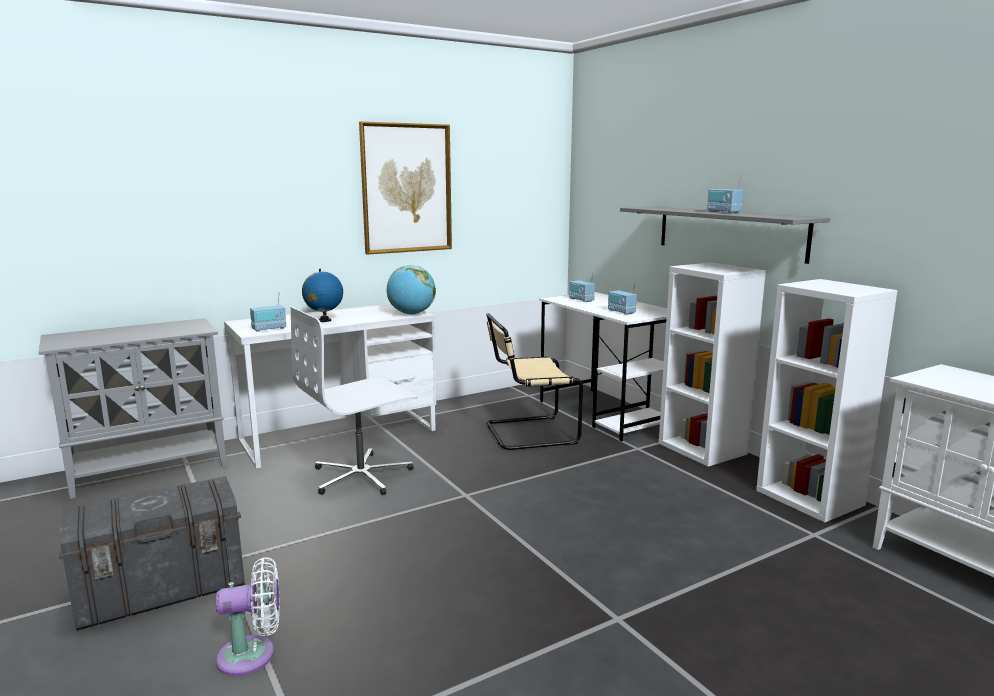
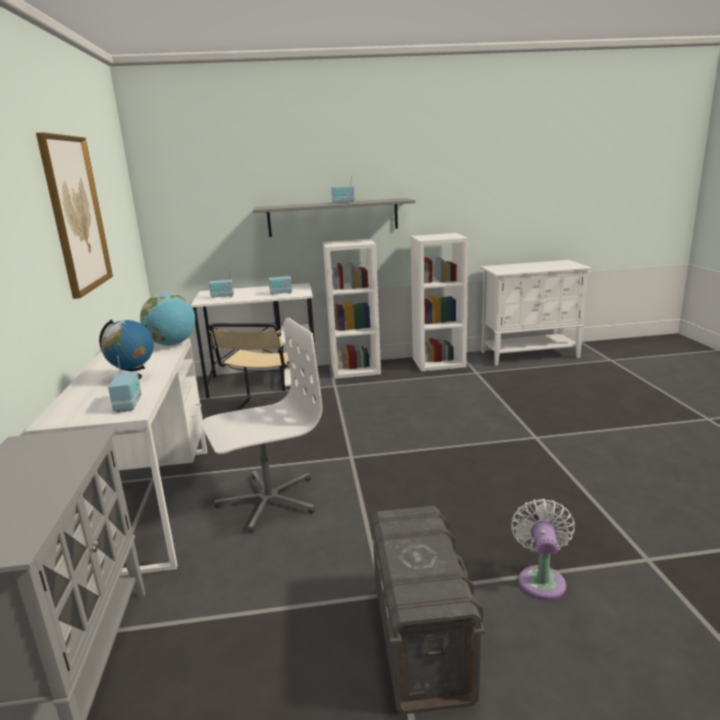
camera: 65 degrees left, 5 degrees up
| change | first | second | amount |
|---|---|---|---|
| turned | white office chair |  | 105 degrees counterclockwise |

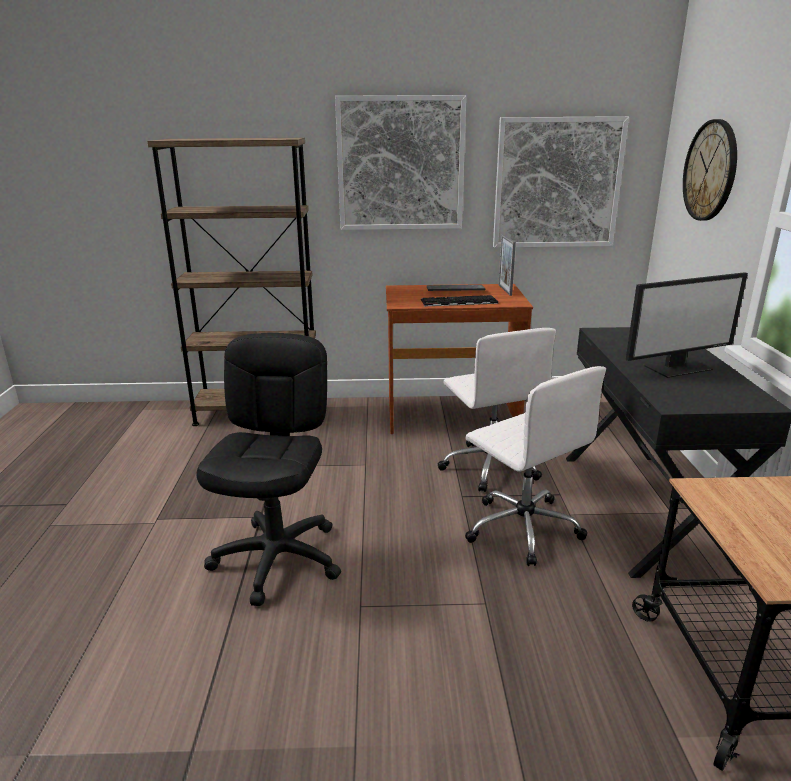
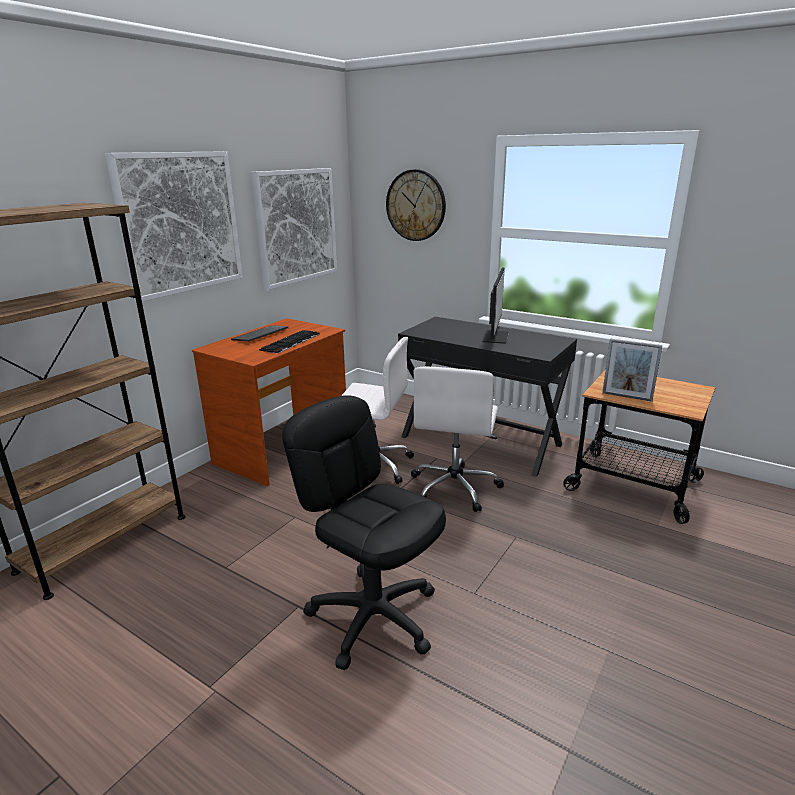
camera: 55 degrees left, 0 degrees up
| change | first | second | amount |
|---|---|---|---|
| turned | white office chair (2nd from left) |  | 105 degrees clockwise |
| moved | standing frame |  |  |

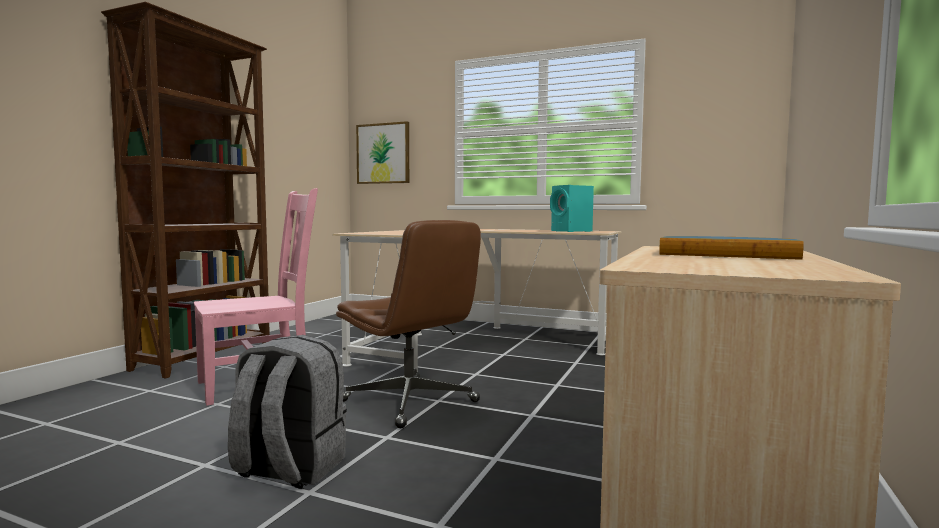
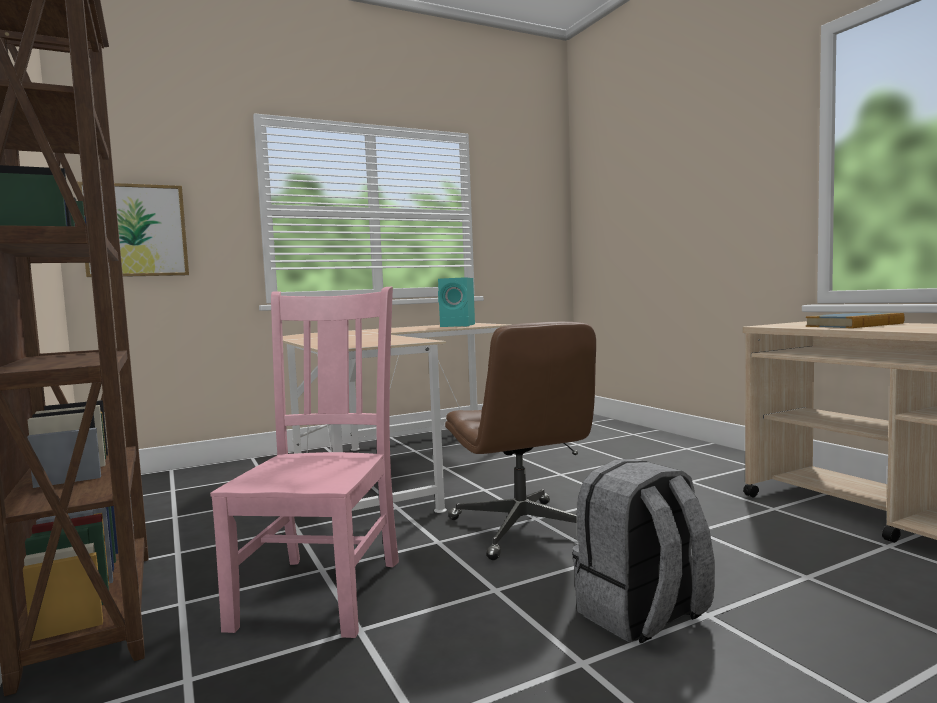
camera: 50 degrees left, 0 degrees up
| change | first | second | amount |
|---|---|---|---|
| turned | brownish office chair |  | 75 degrees clockwise |

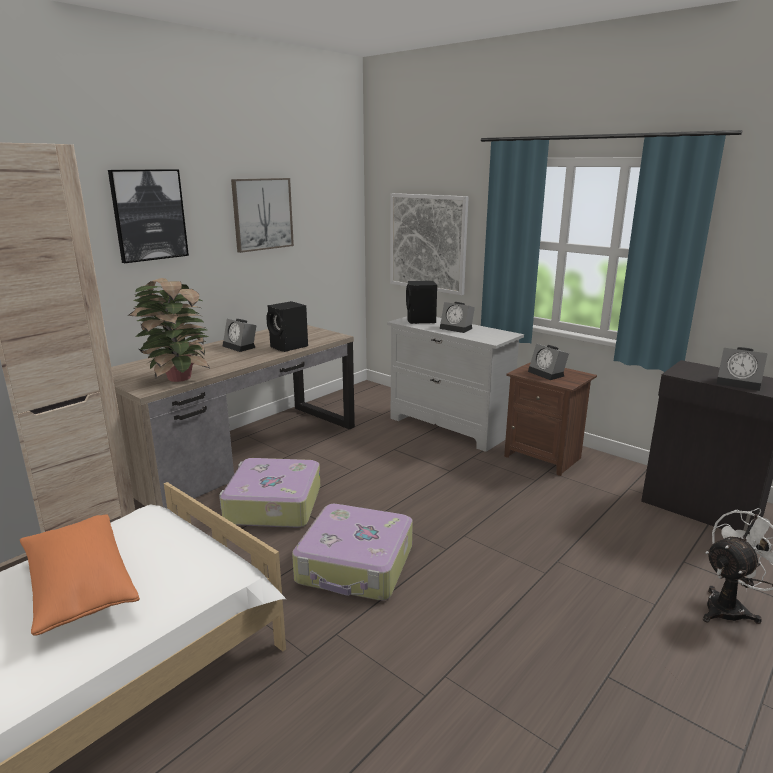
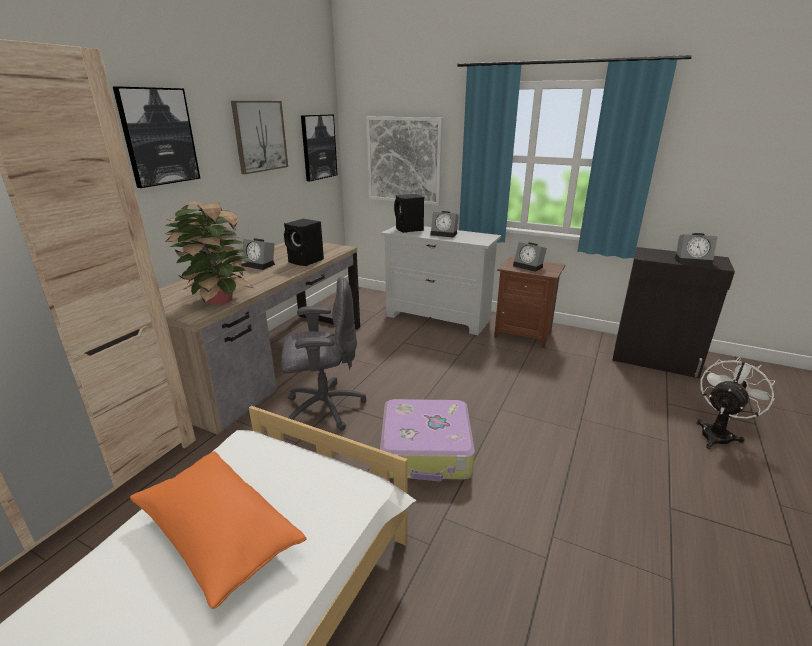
camera: 15 degrees left, 5 degrees up
| change | first | second | amount |
|---|---|---|---|
| replaced | travel case (1st from left) | greyish office chair |  |
| added |  | wall art (3rd from left) |  |

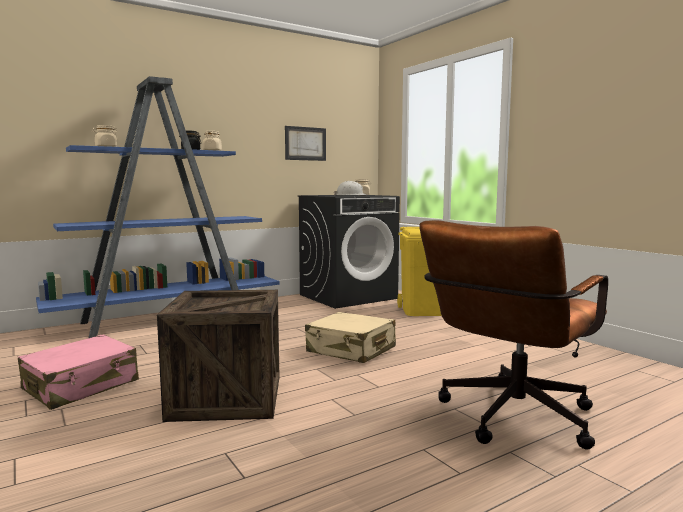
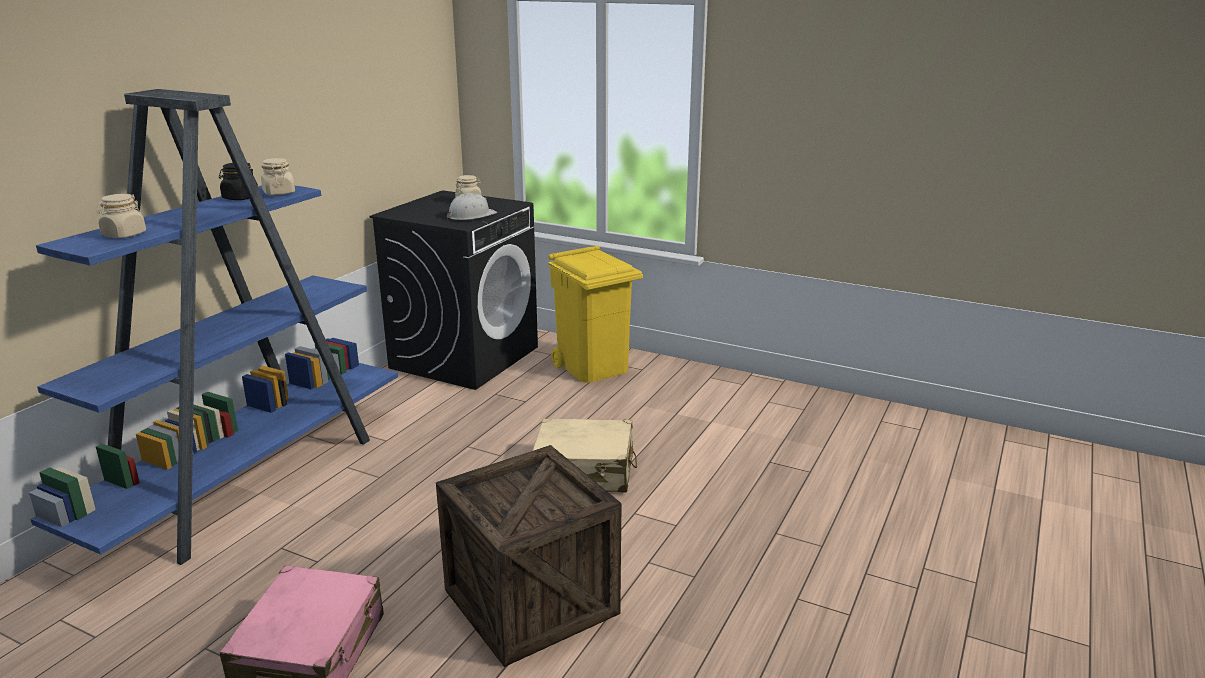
camera: 30 degrees left, 15 degrees up
| change | first | second | amount |
|---|---|---|---|
| removed | wall art |  |  |
| removed | brownish office chair |  |  |

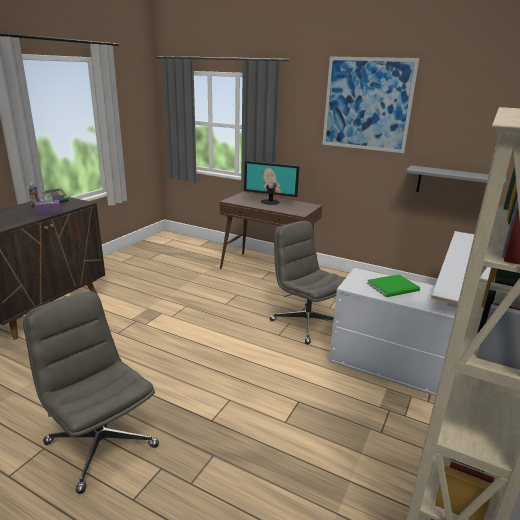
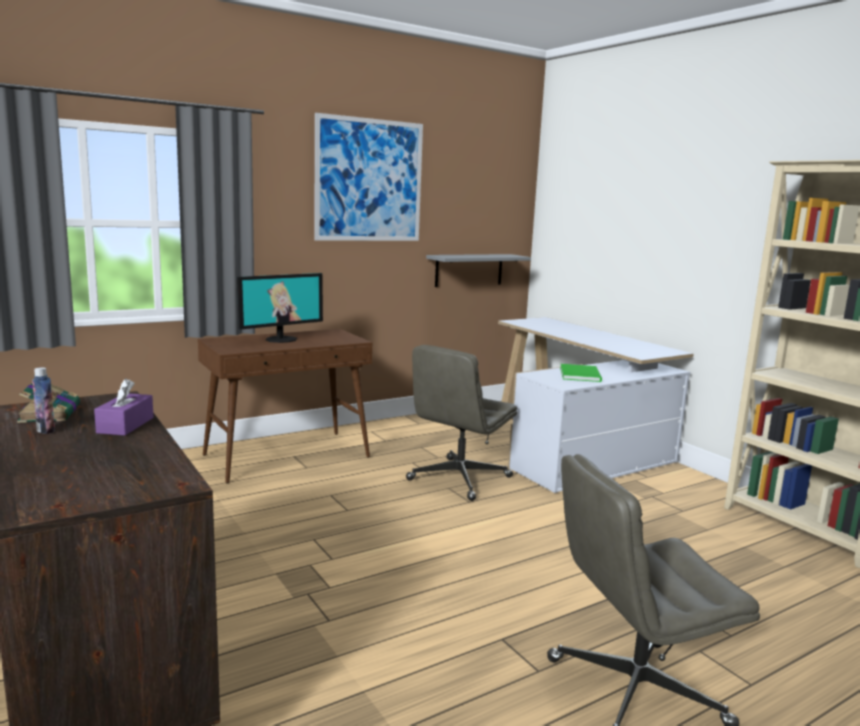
camera: 60 degrees left, 10 degrees down
| change | first | second | amount |
|---|---|---|---|
| turned | greyish office chair (2nd from left in the first image) | greyish office chair (1st from left) | 45 degrees counterclockwise |

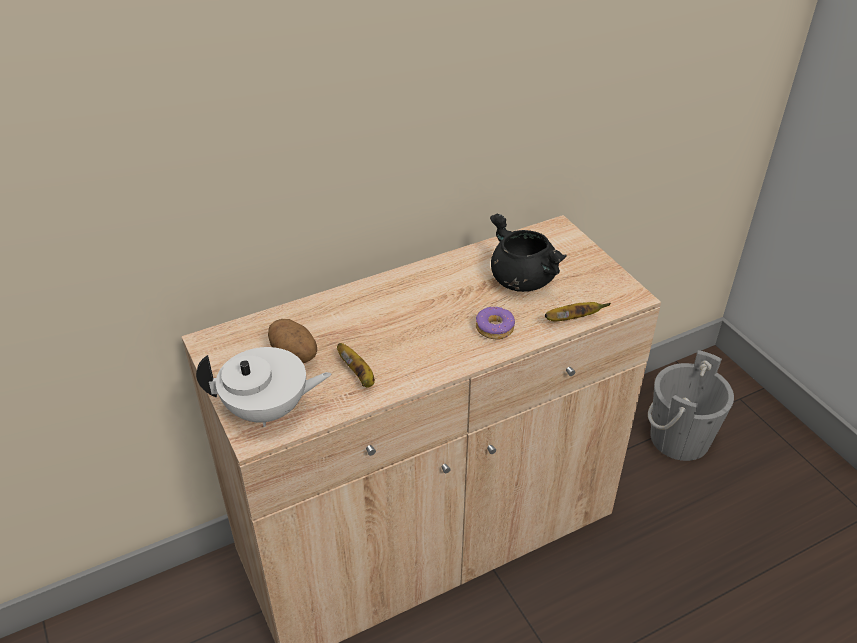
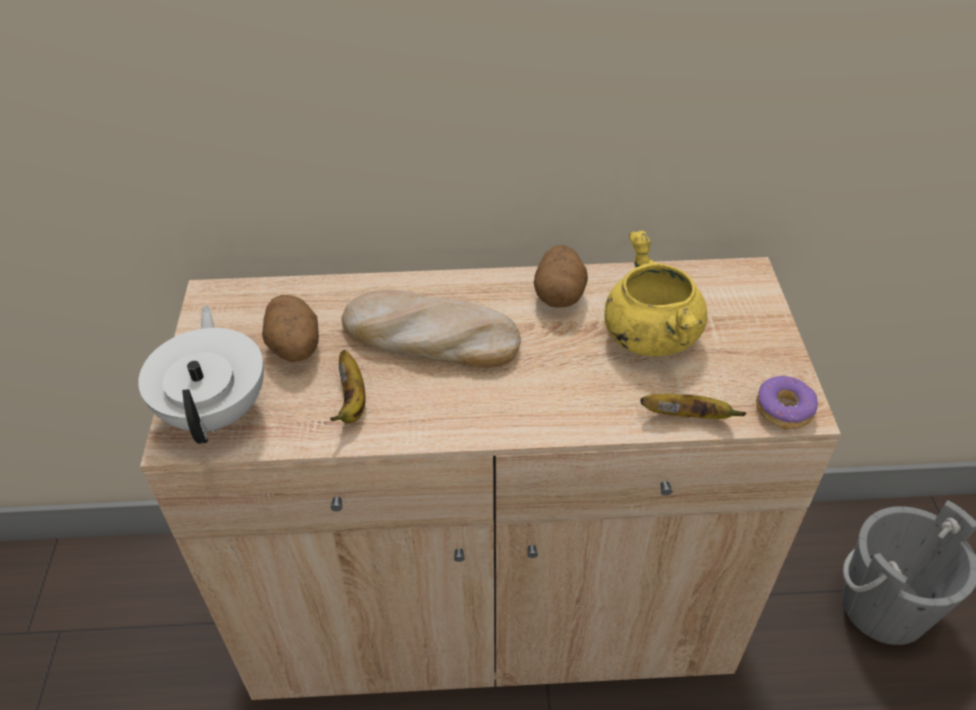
camera: 25 degrees right, 5 degrees up
| change | first | second | amount |
|---|---|---|---|
| turned | white pot for tea |  | 120 degrees counterclockwise |
| moved | donut |  |  |
| recoloured | black-coloured saucepot | yellowish saucepot |  |
| added |  | bakery bread |  |
| added |  | spud (2nd from left) |  |

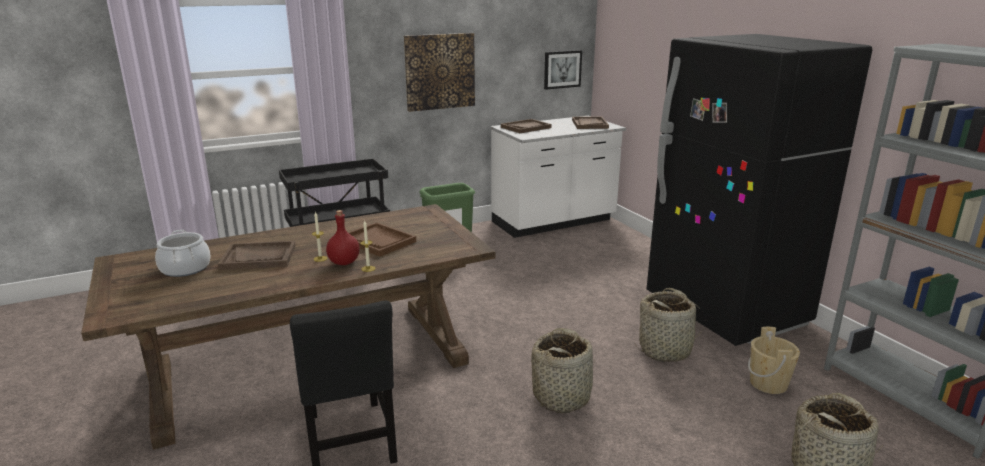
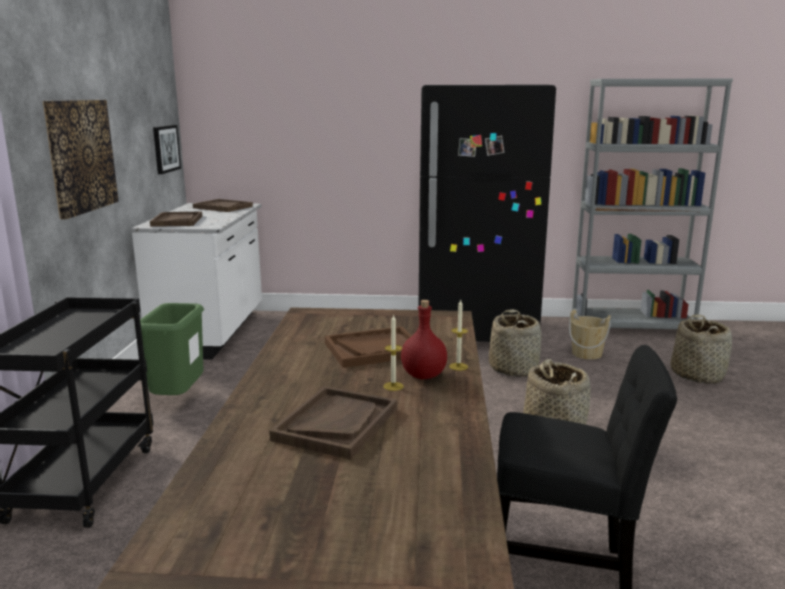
camera: 60 degrees left, 5 degrees down
| change | first | second | amount |
|---|---|---|---|
| removed | saucepot |  |  |

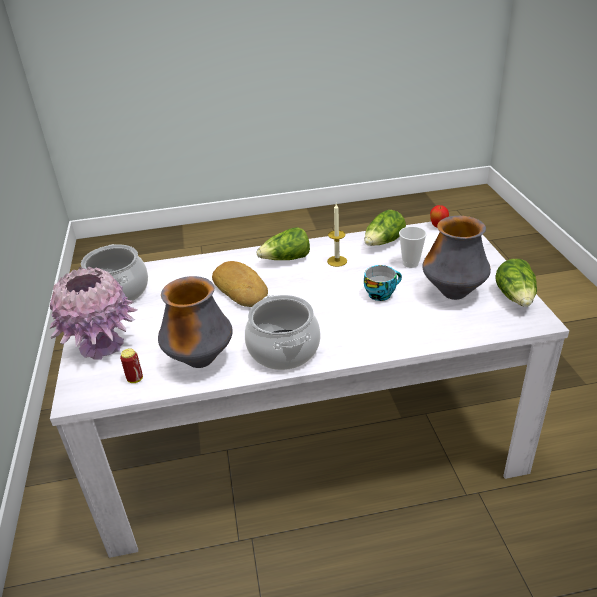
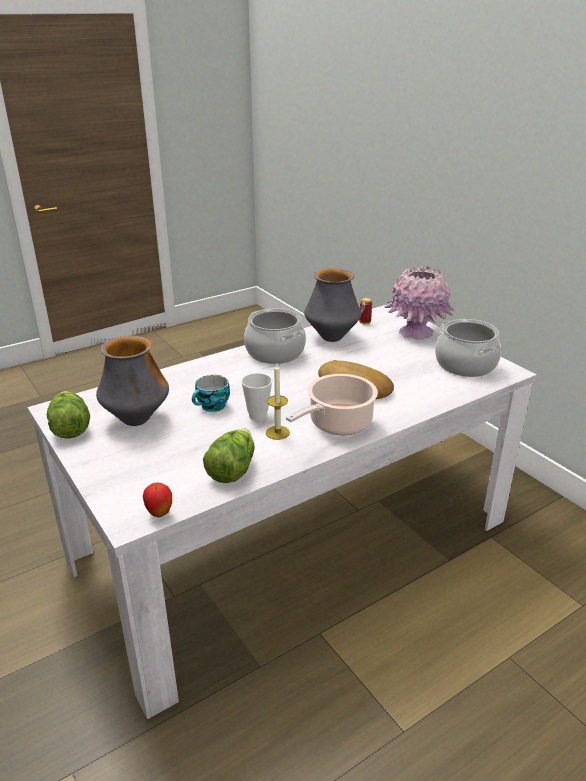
camera: 155 degrees right, 5 degrees down
| change | first | second | amount |
|---|---|---|---|
| replaced | lettuce head (1st from left) | saucepot (2nd from left) |  |
| moved | small cup (2nd from left) |  |  |

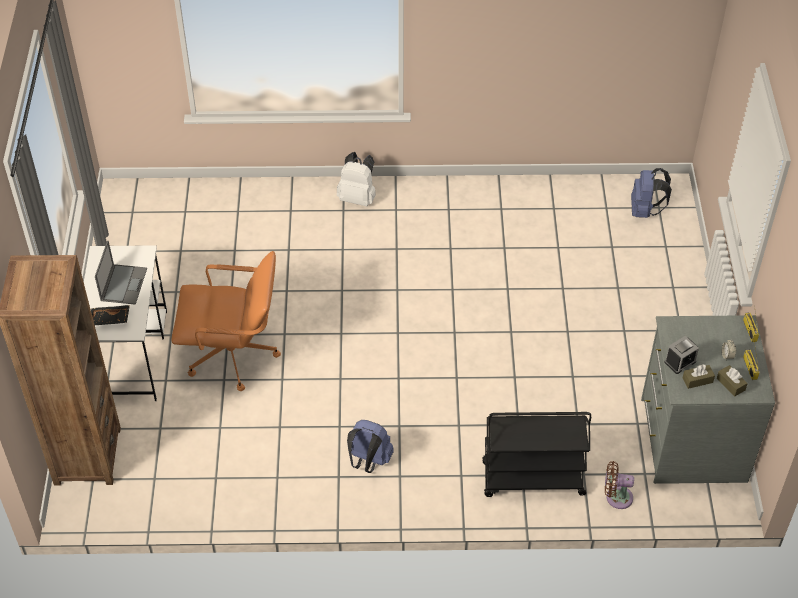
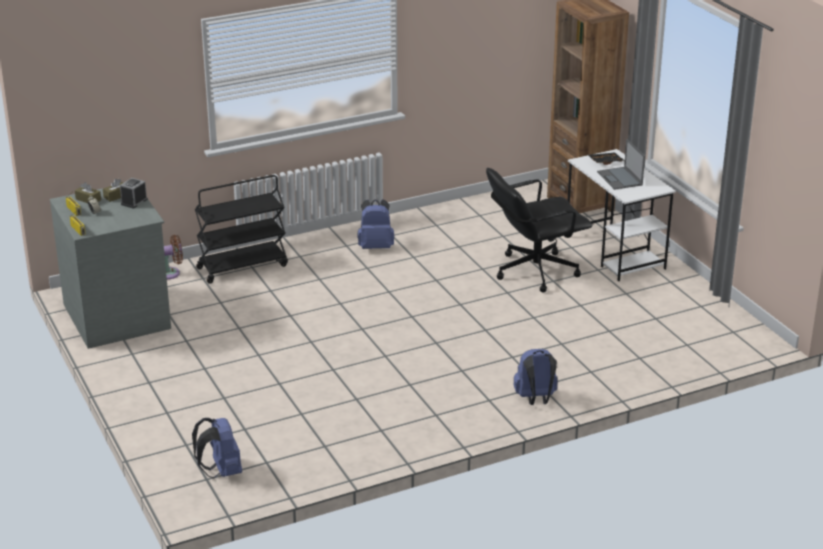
camera: 155 degrees right, 20 degrees down
| change | first | second | amount |
|---|---|---|---|
| recoloured | orangey office chair | black-coloured office chair |  |
| recoloured | white rucksack | blue-coloured rucksack (3rd from left) |  |

